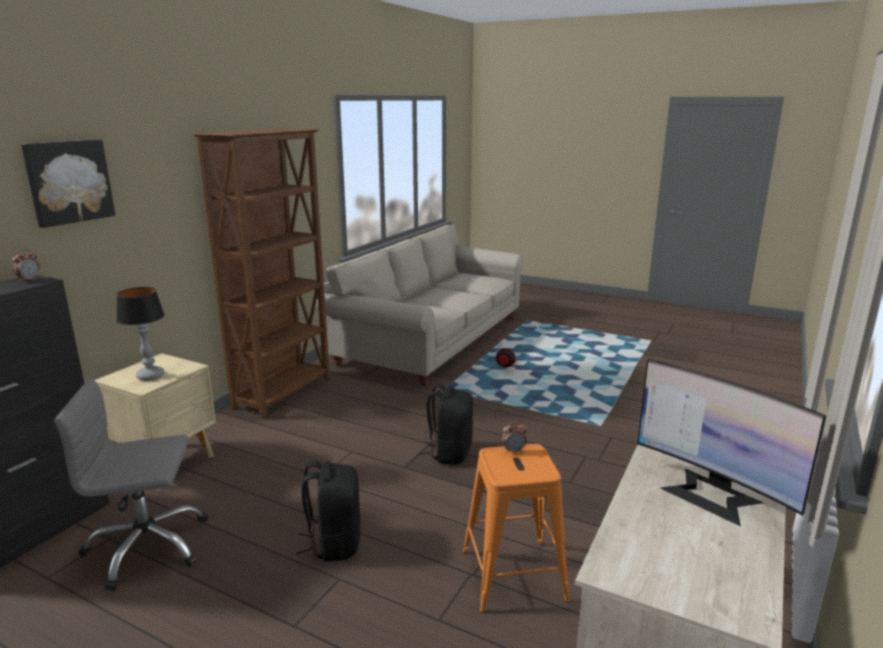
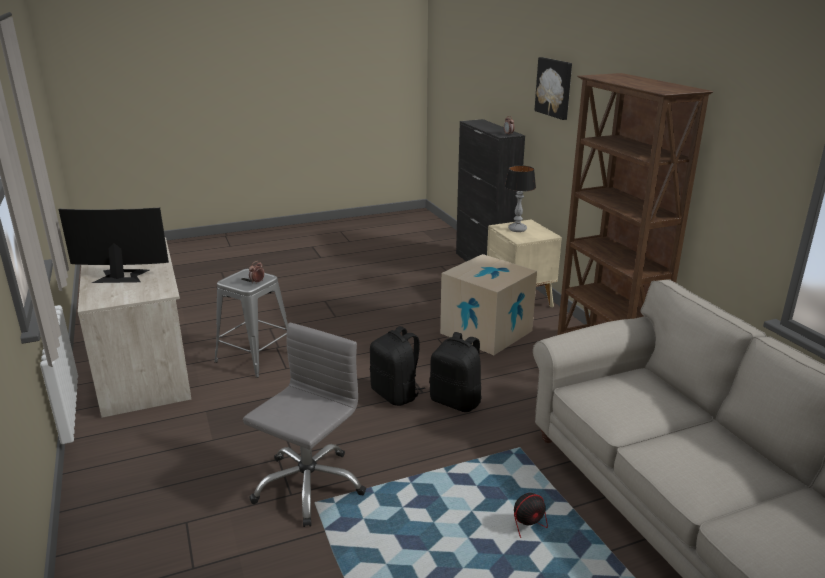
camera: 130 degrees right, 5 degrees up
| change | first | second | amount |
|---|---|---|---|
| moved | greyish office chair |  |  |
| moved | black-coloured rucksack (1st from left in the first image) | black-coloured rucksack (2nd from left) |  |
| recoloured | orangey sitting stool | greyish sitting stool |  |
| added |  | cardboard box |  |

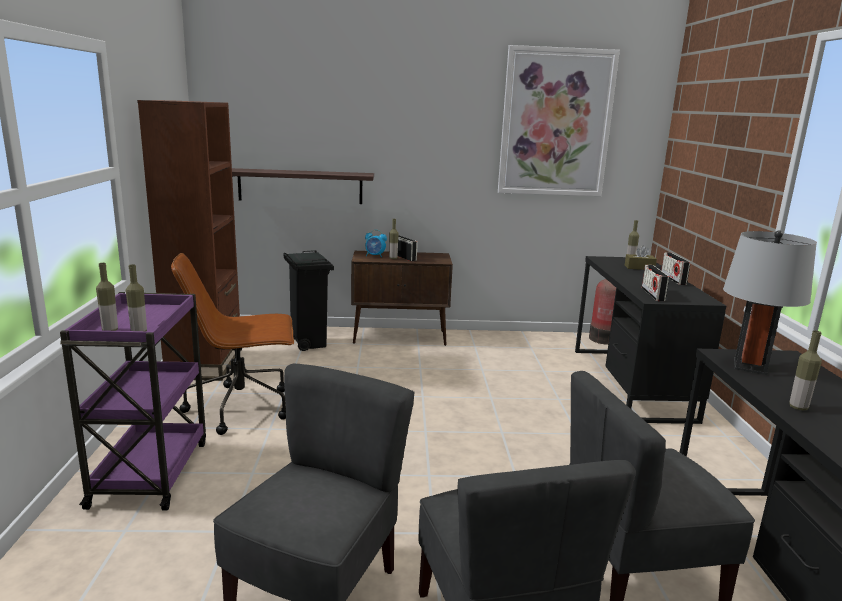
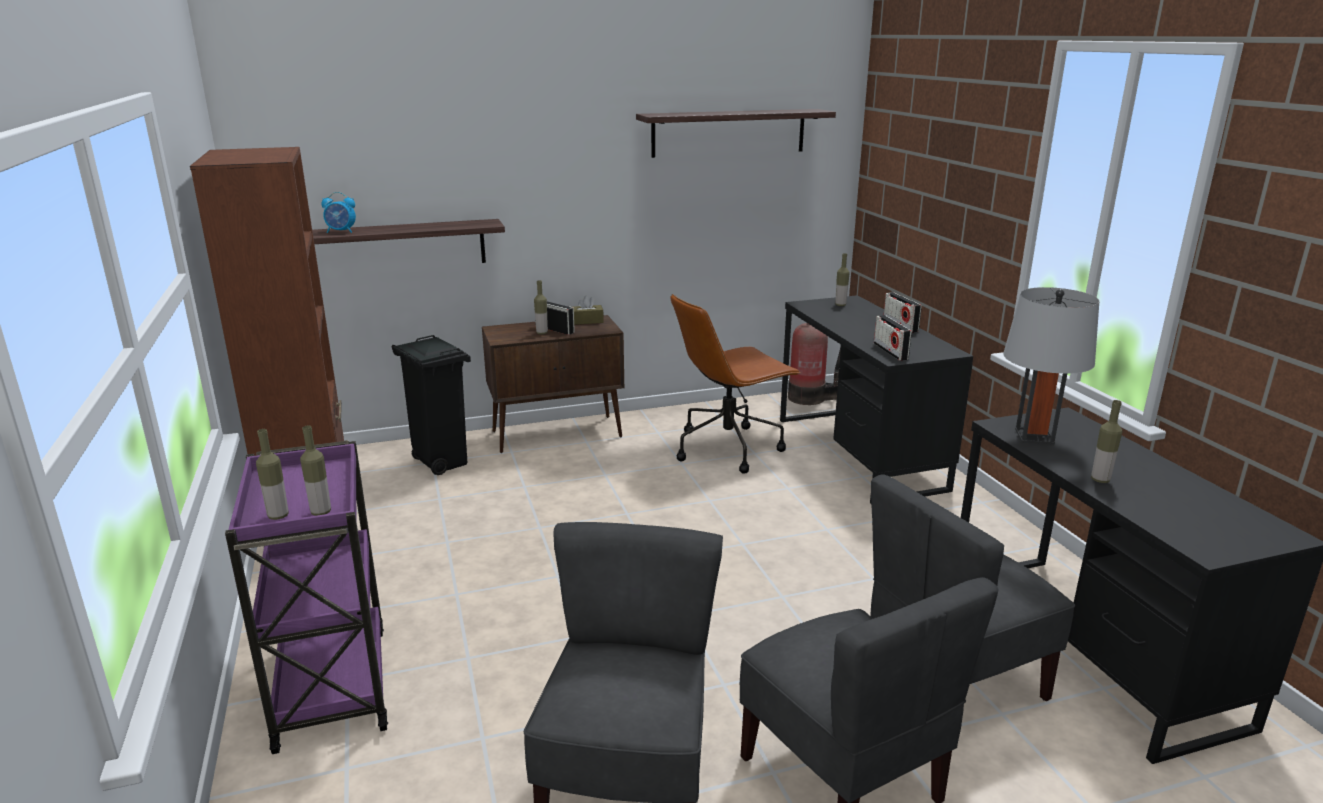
camera: 15 degrees left, 5 degrees up
| change | first | second | amount |
|---|---|---|---|
| moved | brownish office chair |  |  |
| moved | bedside clock |  |  |
| replaced | wall art | shelf (2nd from left) |  |
| moved | brownish tissue holder |  |  |

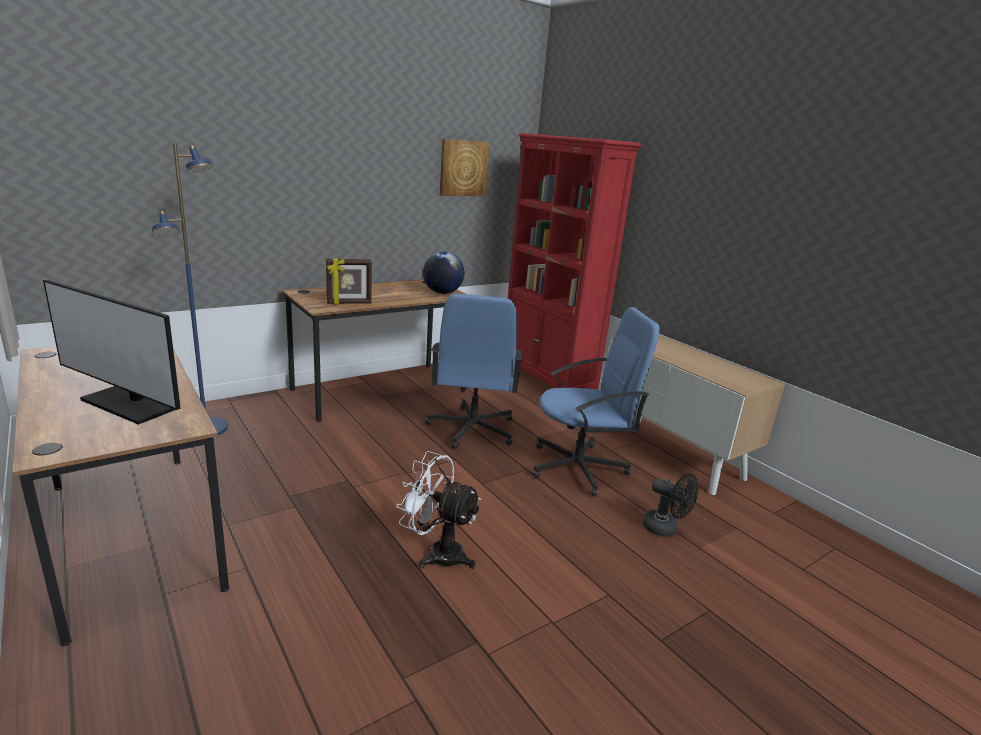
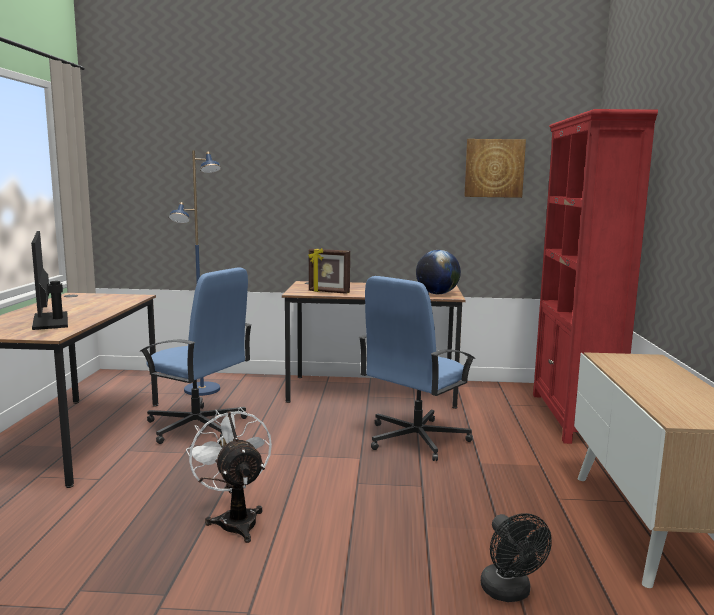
camera: 40 degrees right, 10 degrees down
| change | first | second | amount |
|---|---|---|---|
| moved | blue-coloured office chair (2nd from left in the first image) | blue-coloured office chair (1st from left) |  |

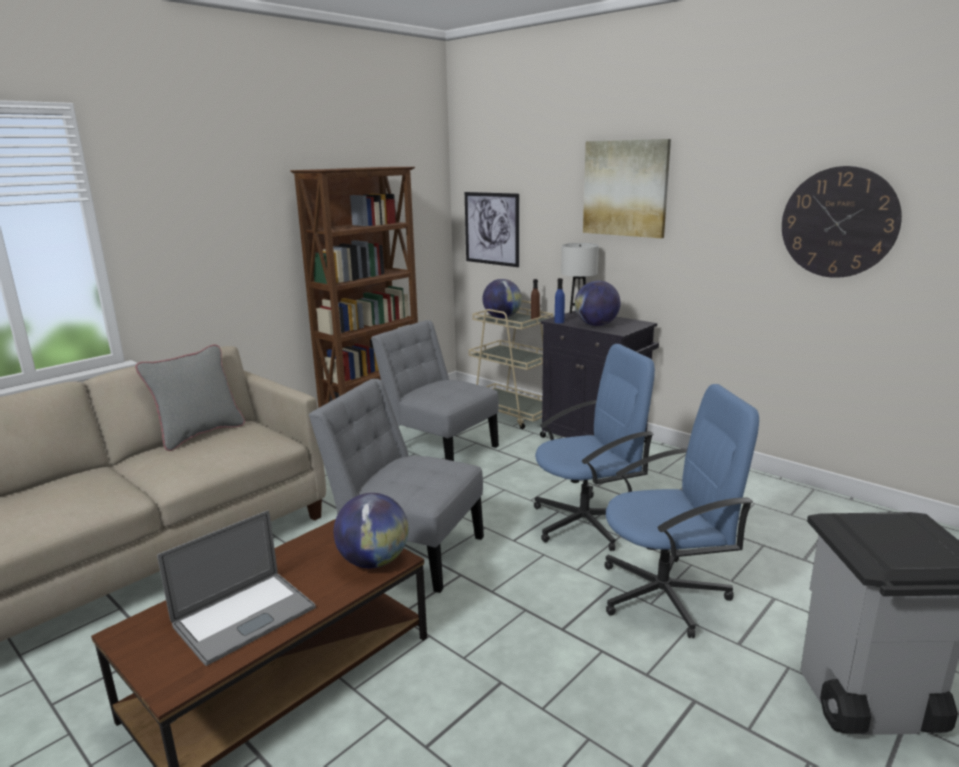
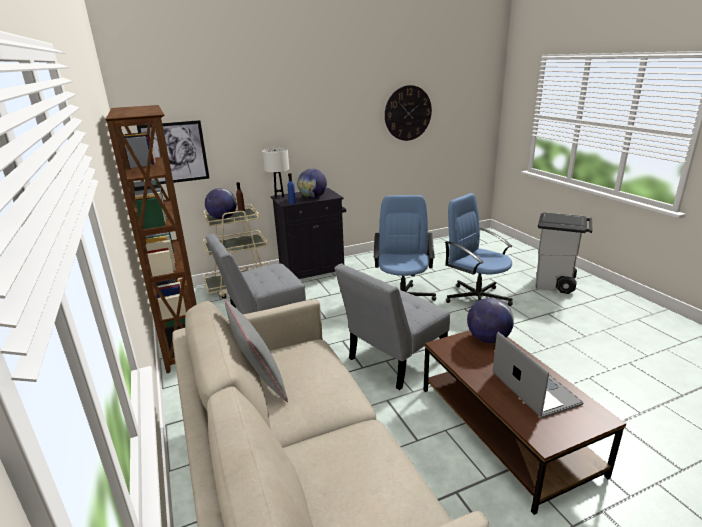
camera: 65 degrees left, 5 degrees up
| change | first | second | amount |
|---|---|---|---|
| removed | wall art (2nd from left) |  |  |
| turned | blue-coloured office chair (2nd from left) |  | 60 degrees counterclockwise |

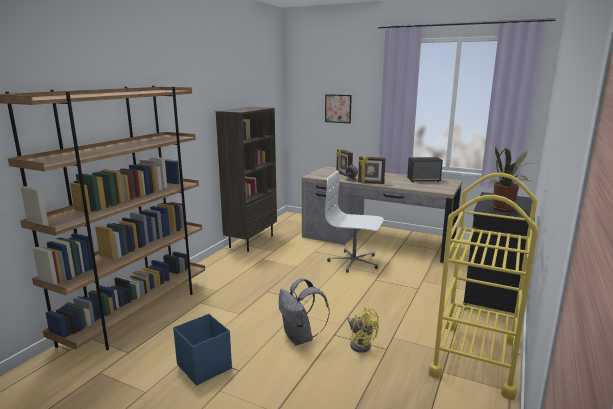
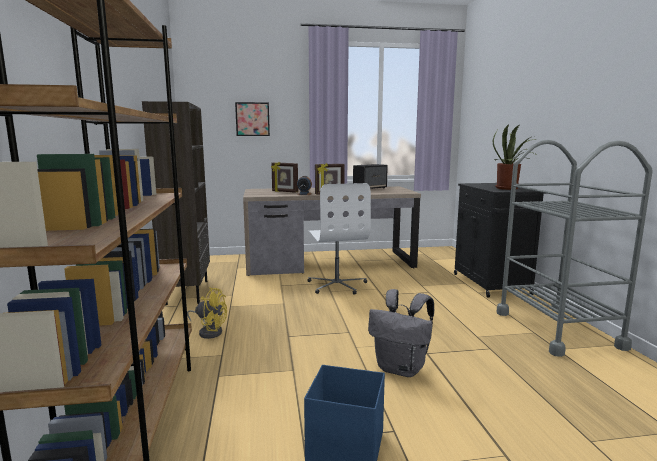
camera: 35 degrees left, 5 degrees down
| change | first | second | amount |
|---|---|---|---|
| turned | white office chair |  | 90 degrees counterclockwise |
| moved | yellowish fan |  |  |
| recoloured | yellowish cart | greyish cart |  |

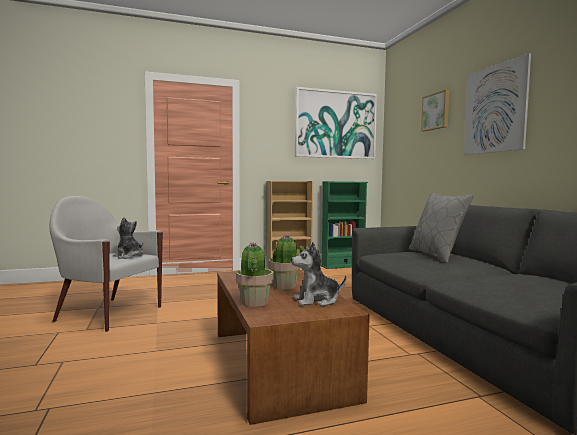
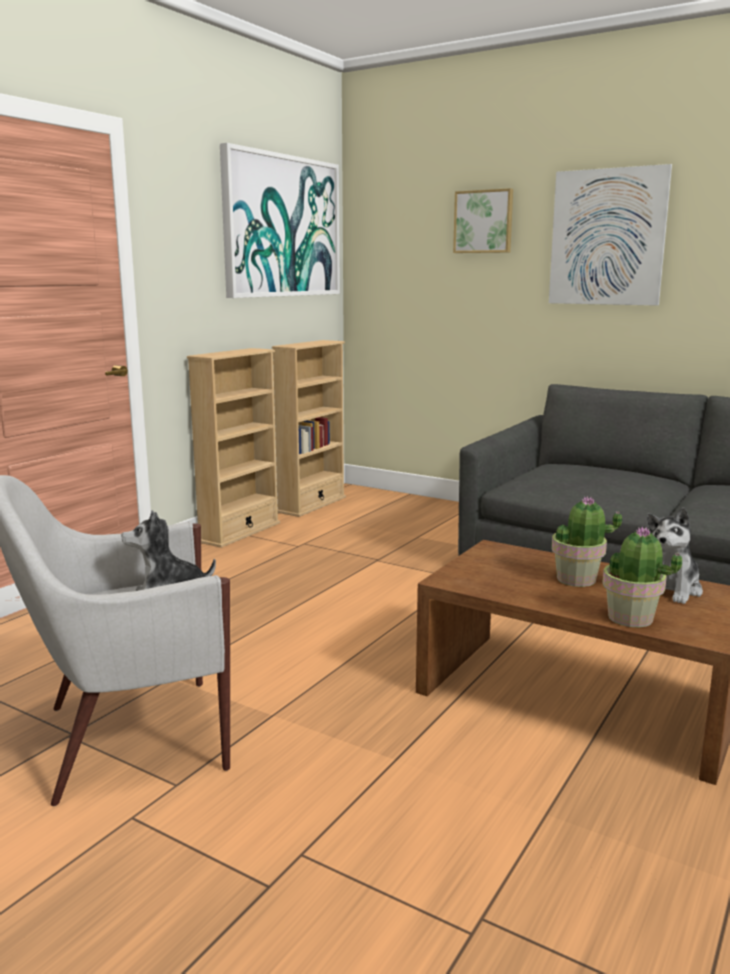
camera: 40 degrees left, 10 degrees up
| change | first | second | amount |
|---|---|---|---|
| recoloured | green bookcase | beige-coloured bookcase (2nd from left) |  |
| removed | greyish pillow |  |  |

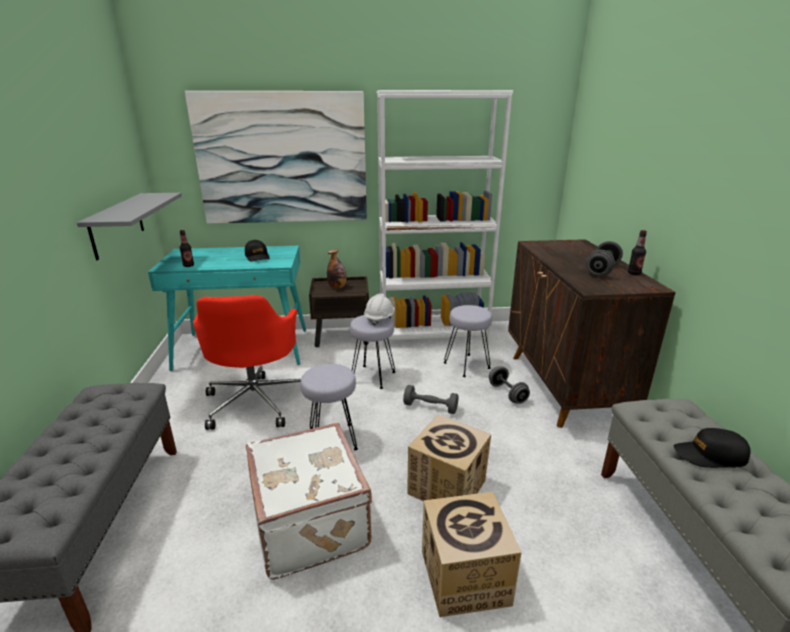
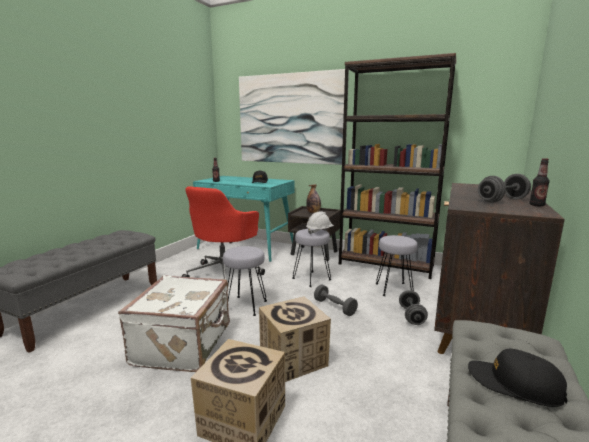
camera: 30 degrees right, 10 degrees down
| change | first | second | amount |
|---|---|---|---|
| removed | greyish shelf |  |  |
| recoloured | white bookcase | brownish bookcase |  |

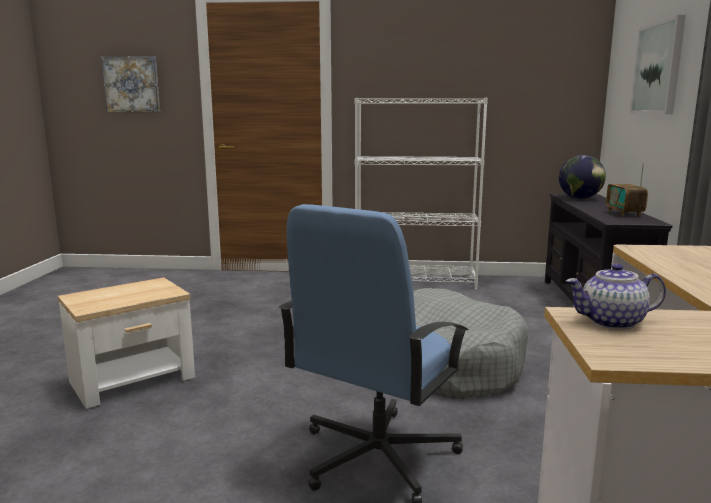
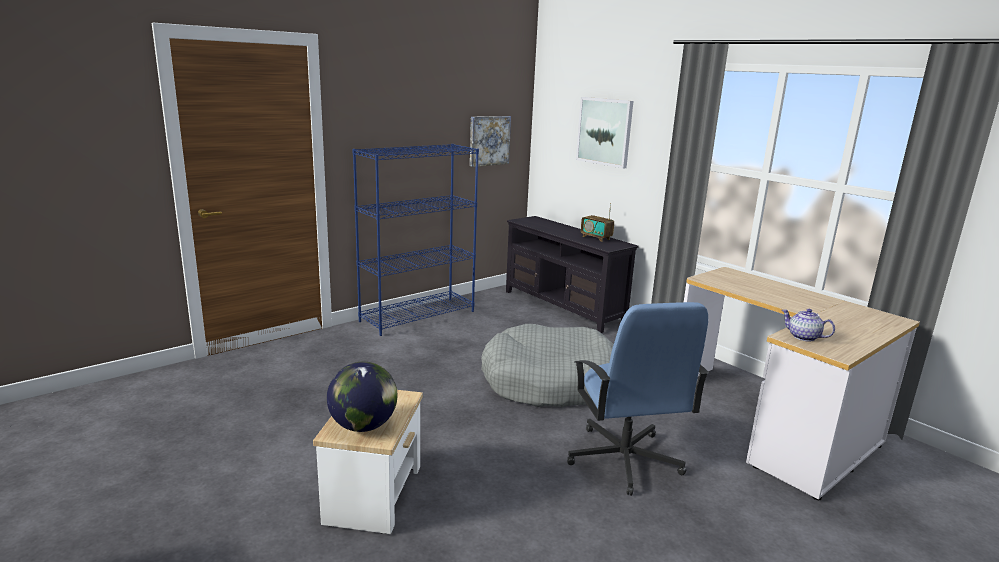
camera: 45 degrees left, 5 degrees up
| change | first | second | amount |
|---|---|---|---|
| moved | wall art (1st from left) |  |  |
| recoloured | white bookcase | blue-coloured bookcase |  |
| moved | globe |  |  |
| turned | pot for tea |  | 90 degrees clockwise |

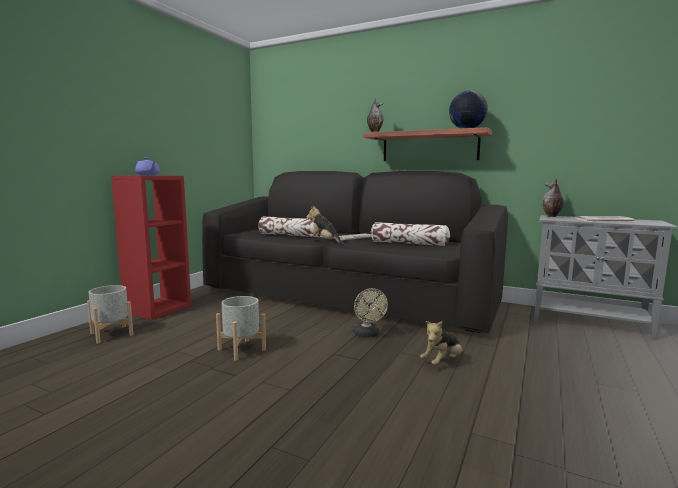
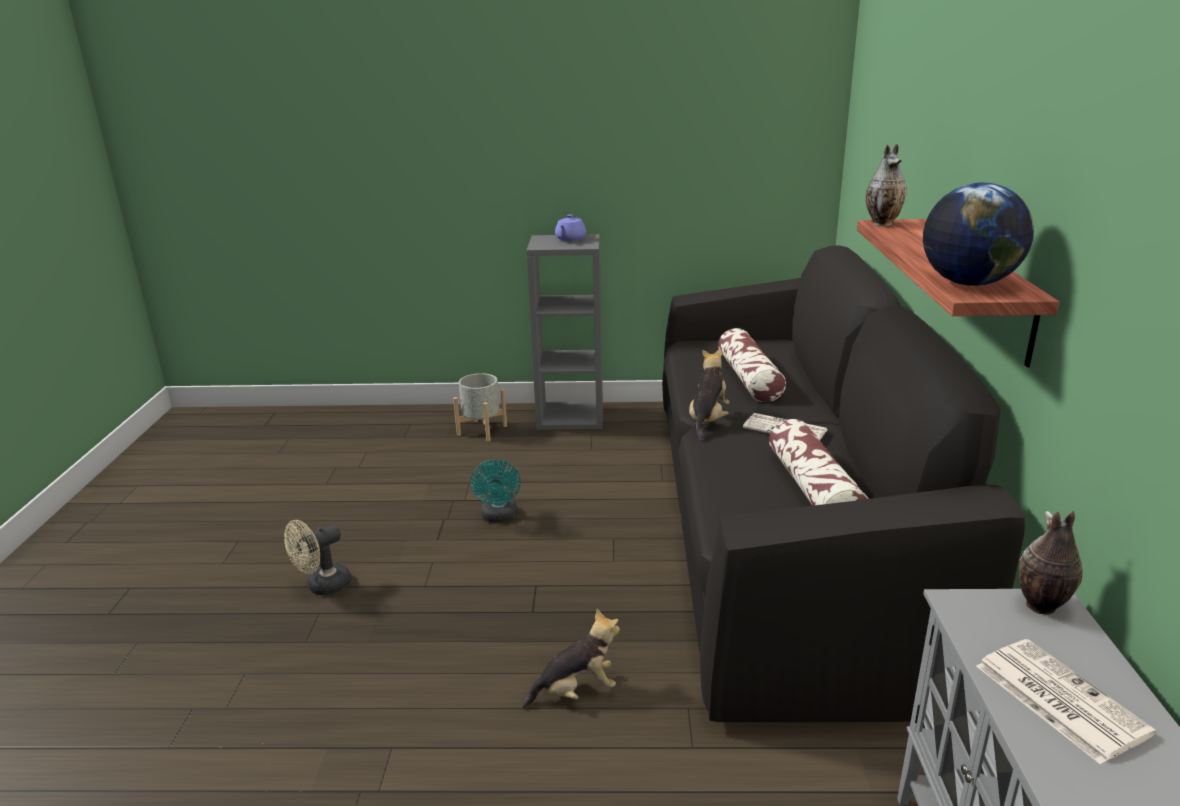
camera: 65 degrees right, 15 degrees up
| change | first | second | amount |
|---|---|---|---|
| recoloured | red-coloured bookcase | greyish bookcase |  |
| replaced | greyish plant pot (2nd from left) | turquoise fan |  |
| moved | beige-coloured fan |  |  |
| turned | soft toy (2nd from left in the first image) | soft toy (1st from left) | 135 degrees clockwise |

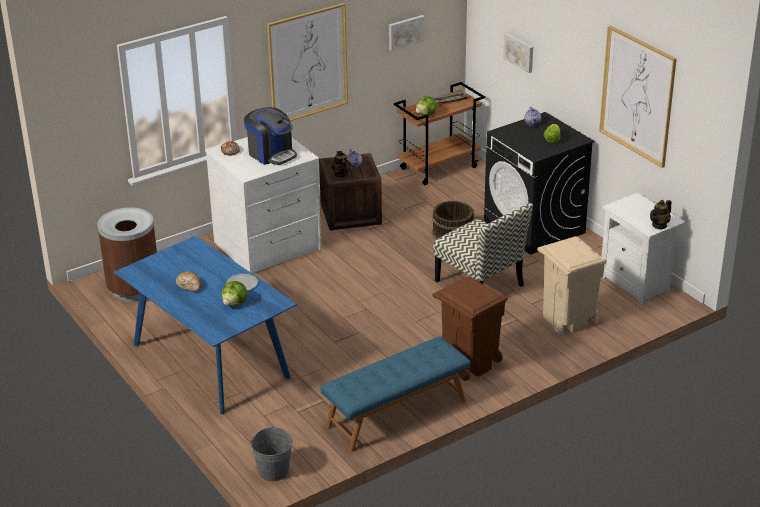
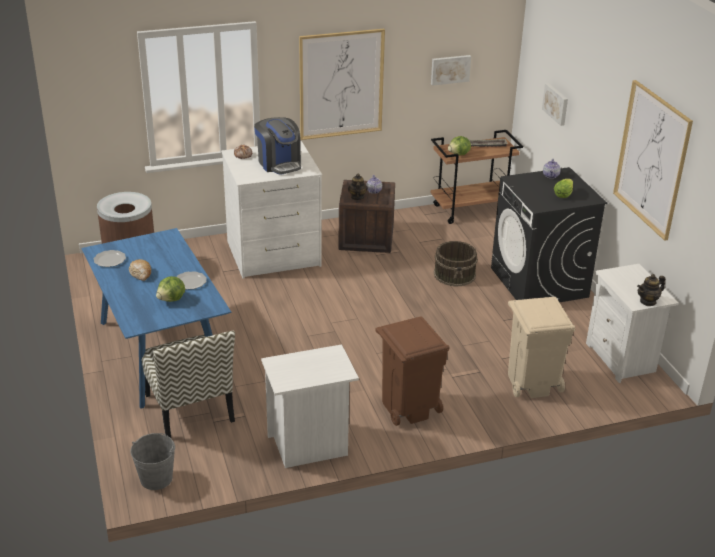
camera: 15 degrees right, 0 degrees up
| change | first | second | amount |
|---|---|---|---|
| replaced | blue-coloured long seat | white bedside table (1st from left) |  |
| moved | upright chair |  |  |
| added |  | flat dish (1st from left) |  |

